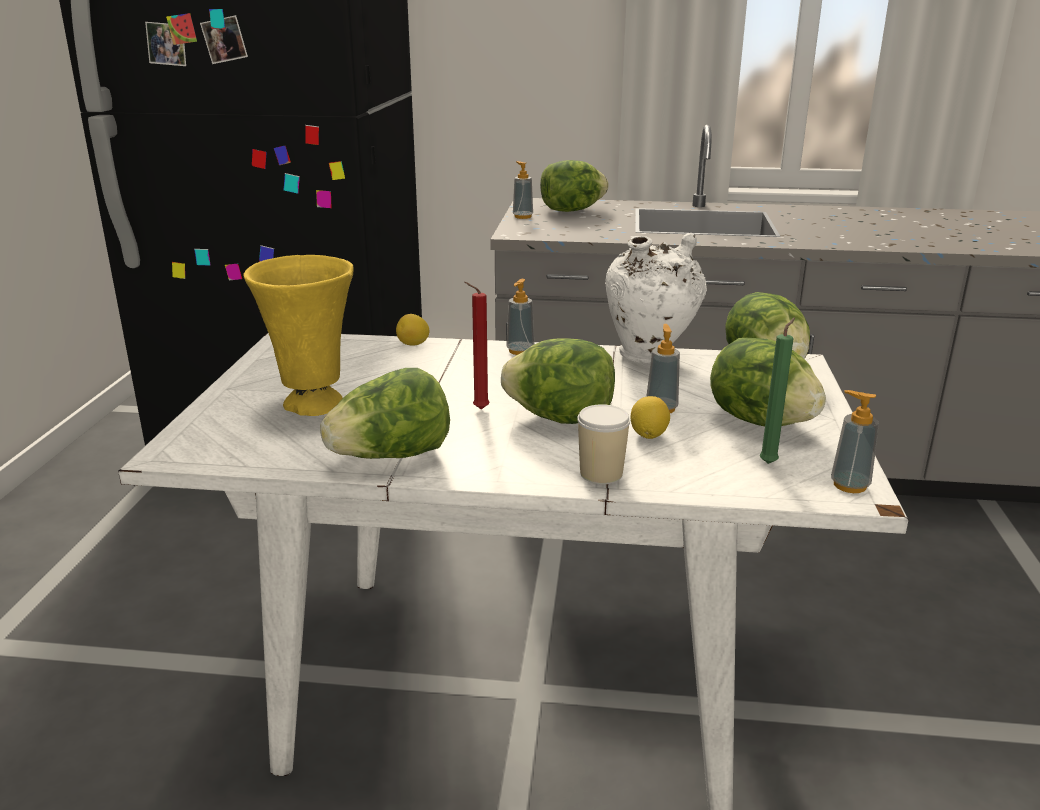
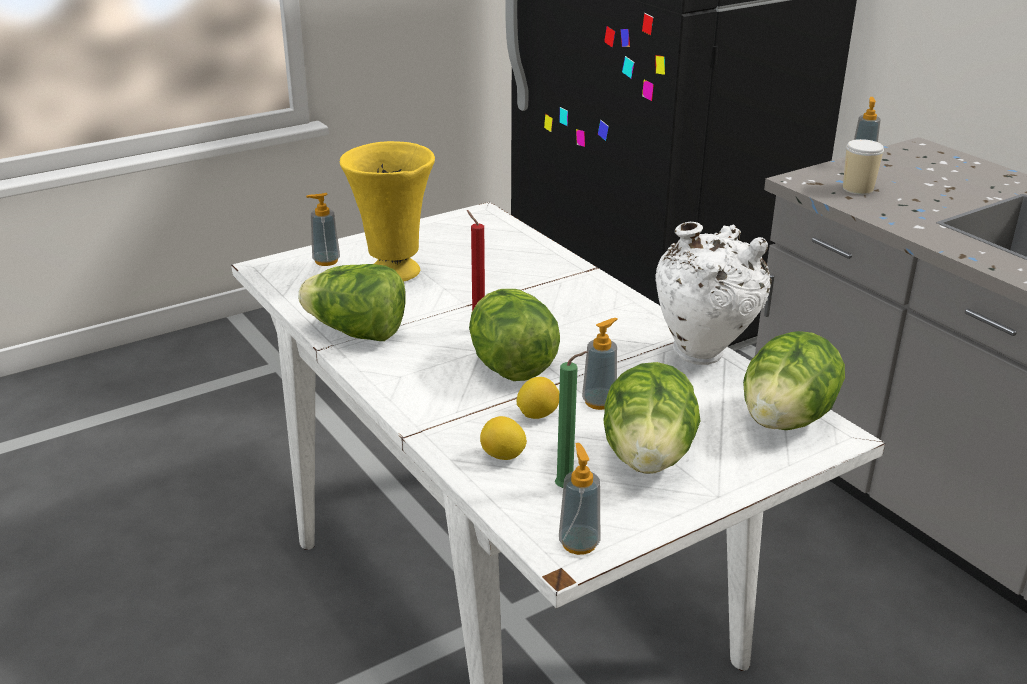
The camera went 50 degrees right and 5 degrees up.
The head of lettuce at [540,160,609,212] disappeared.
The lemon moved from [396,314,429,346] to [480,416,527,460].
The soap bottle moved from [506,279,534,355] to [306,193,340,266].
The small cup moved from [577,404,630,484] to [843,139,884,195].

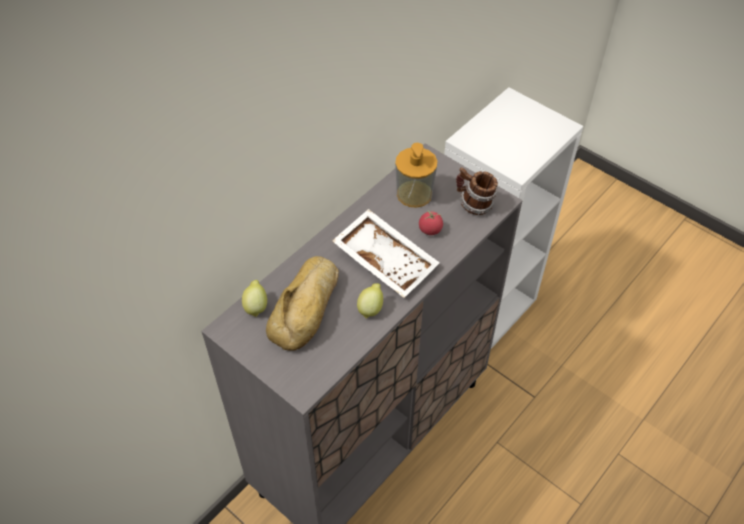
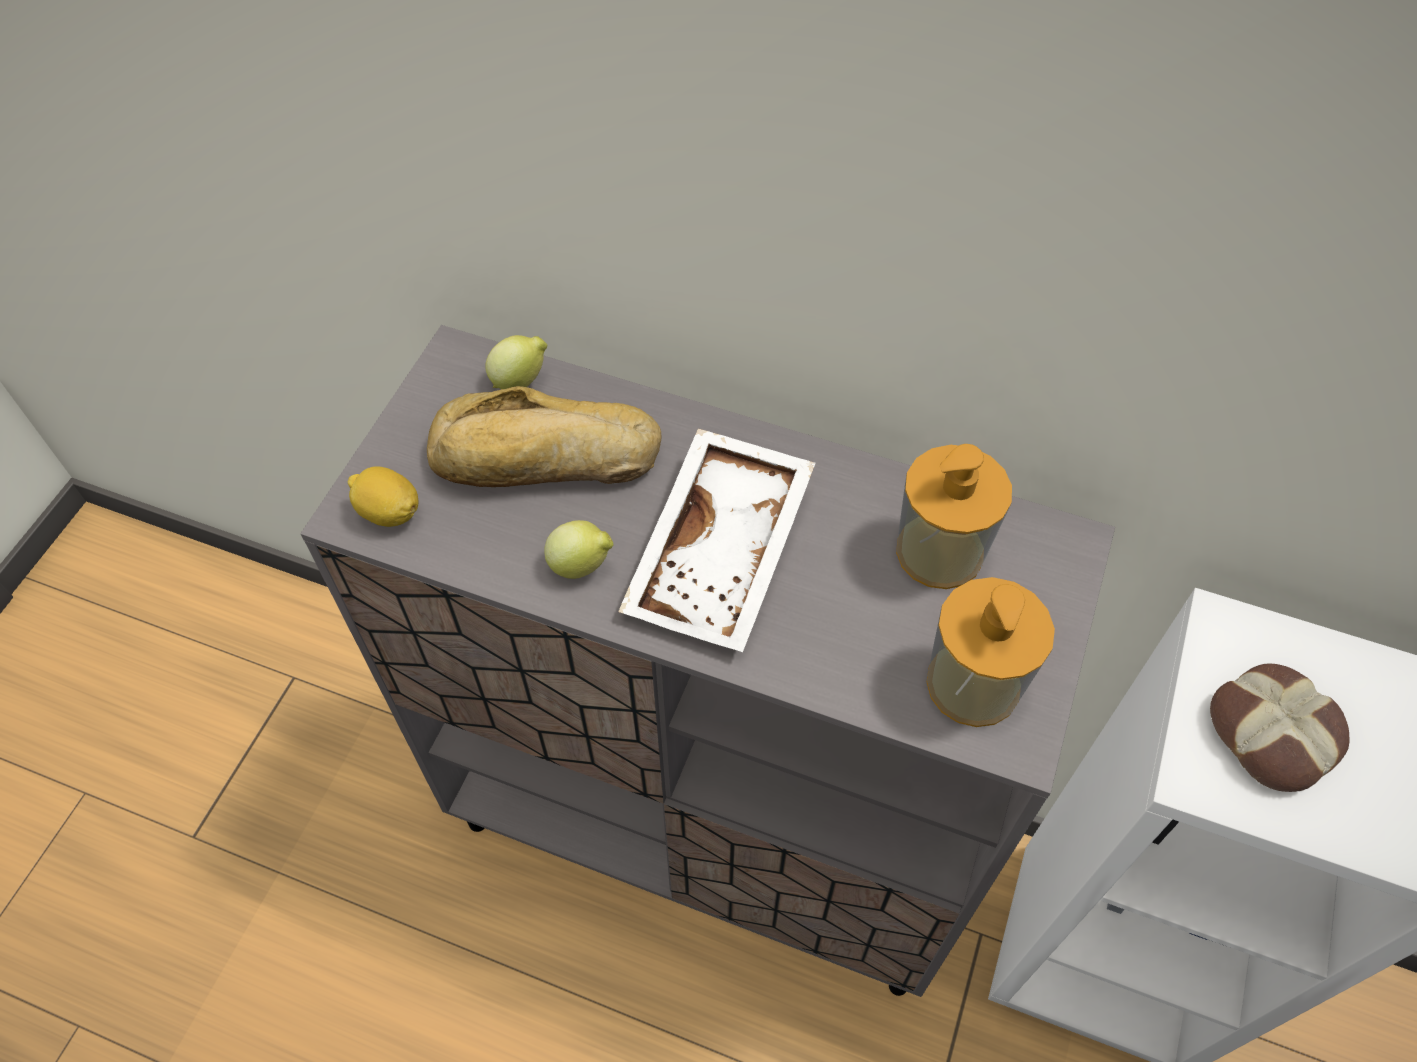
The camera went 70 degrees right and 5 degrees up.
The whole tomato at [419,211,443,235] disappeared.
The lemon at [348,466,419,527] appeared.
The bread at [1210,663,1349,792] appeared.
The coffee mug at [456,168,498,215] was replaced by the soap bottle at [926,577,1055,727].

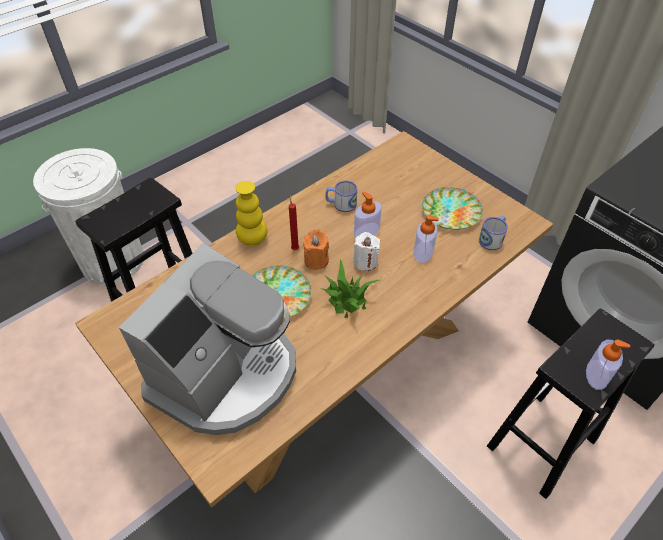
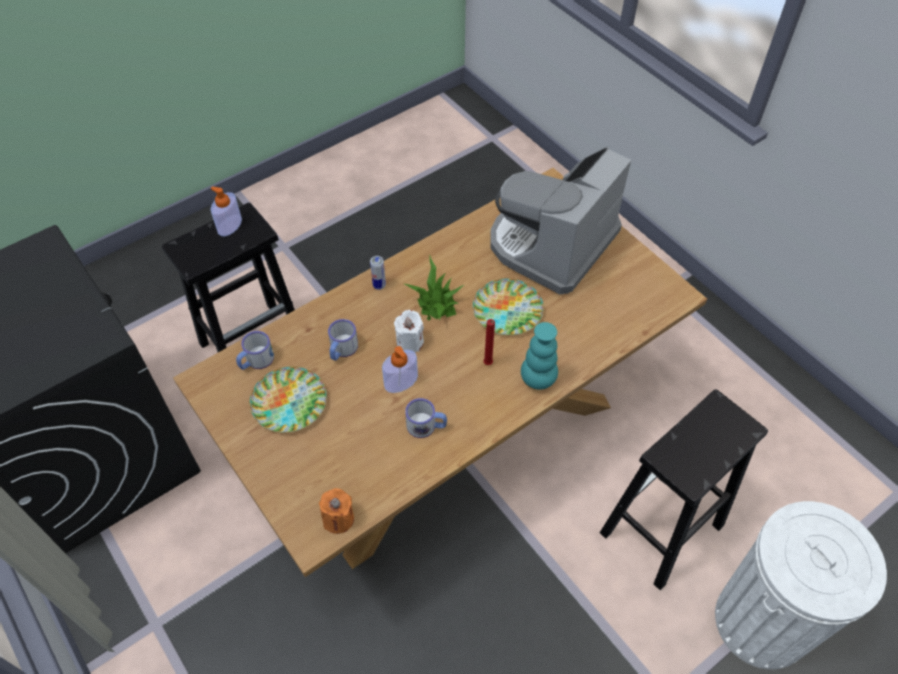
The camera went 175 degrees left and 5 degrees up.
The can at [370,256,386,290] appeared.
The orange candle moved from [303,229,329,270] to [319,488,354,534].
The soap bottle at [413,215,439,263] was replaced by the coffee mug at [328,319,358,361].
The yellowish vase at [235,181,267,246] became the turquoise vase at [521,322,558,390].

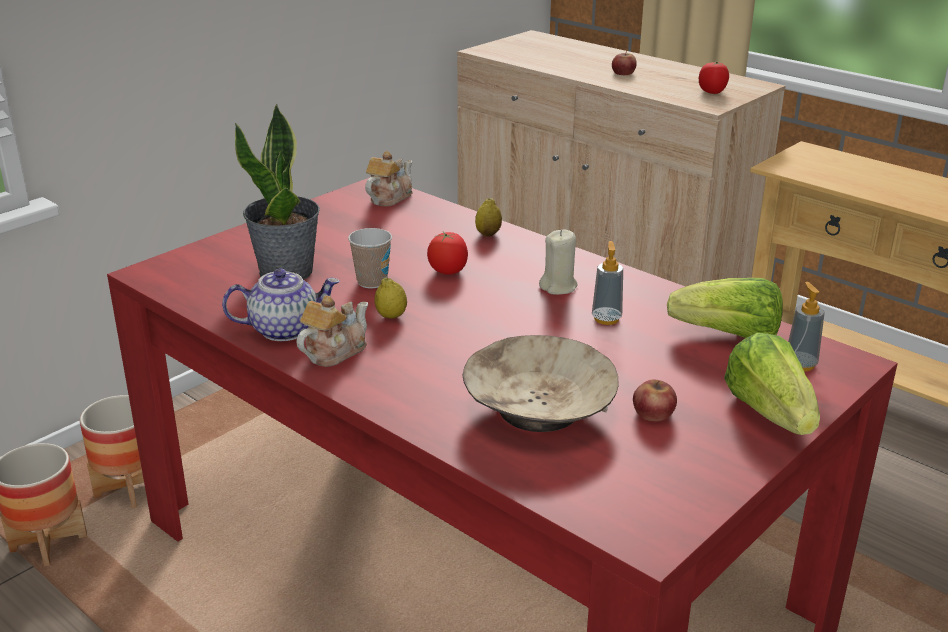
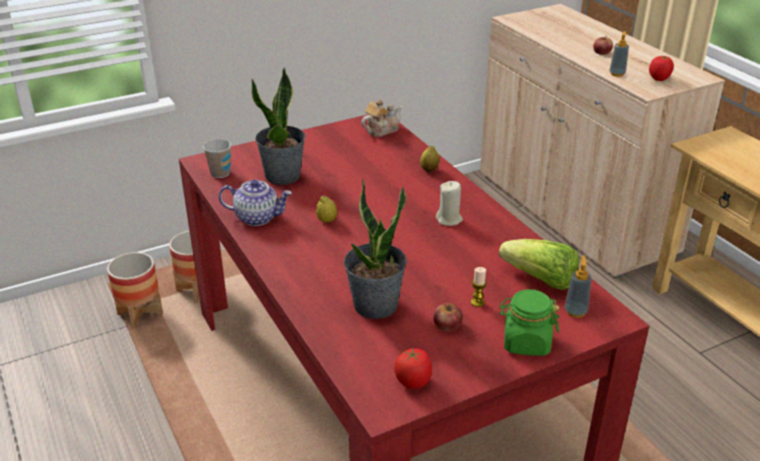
The camera went 20 degrees right and 5 degrees up.
The tea pot at [296,296,368,367] disappeared.
The candle at [471,267,487,307] appeared.
The small cup moved from [348,228,392,288] to [203,139,231,178].
The whole tomato moved from [427,232,468,275] to [394,348,432,389].
The soap bottle moved from [592,241,623,325] to [610,31,629,77].
The beige-coloured deep dish at [463,335,619,432] was replaced by the plant in a pot at [344,179,407,319].
The head of lettuce at [724,333,820,435] was replaced by the green jar at [499,289,560,356].

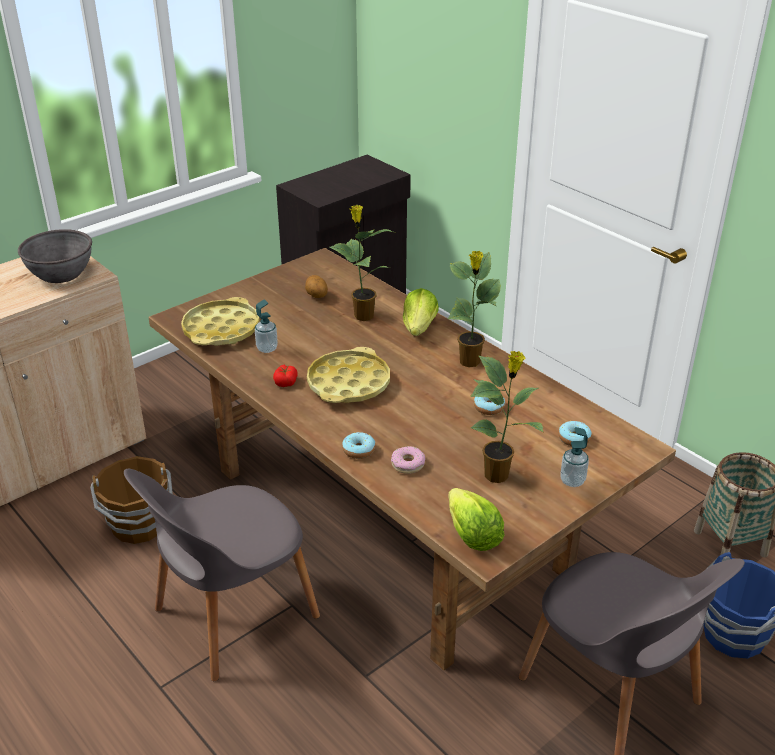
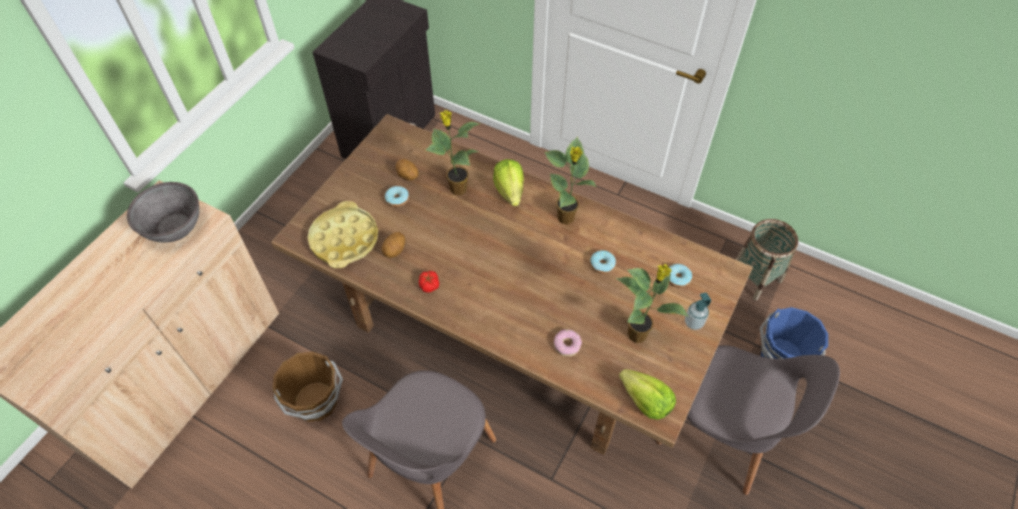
The camera went 20 degrees left and 20 degrees up.
The yellowish tray at [307,347,390,403] disappeared.
The ring doughnut moved from [342,432,375,459] to [385,186,409,207].
The soap bottle at [255,300,278,353] was replaced by the whole potato at [382,232,405,258].

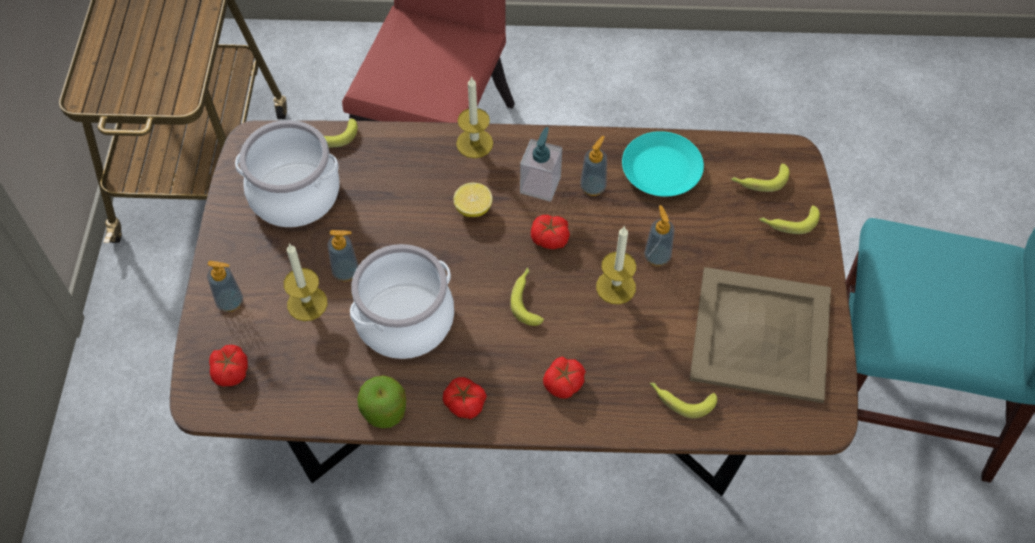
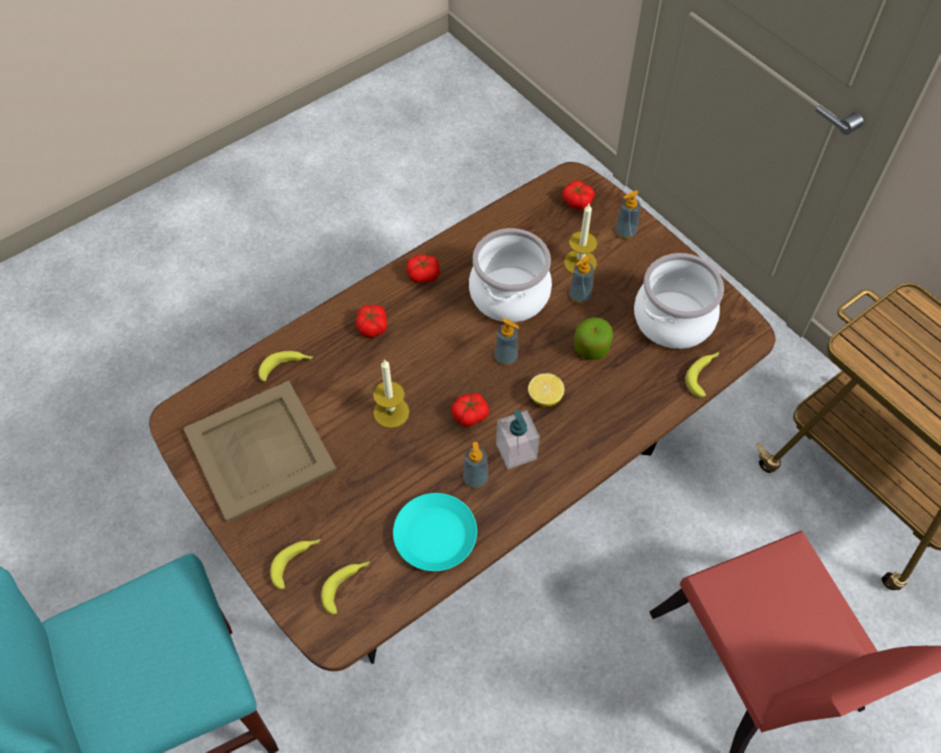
The camera went 140 degrees right and 0 degrees up.
The candle at [456,76,493,158] disappeared.
The banana at [510,267,544,326] disappeared.
The apple fruit moved from [357,375,406,428] to [574,317,613,360].
The soap bottle moved from [644,205,674,266] to [494,318,519,366].

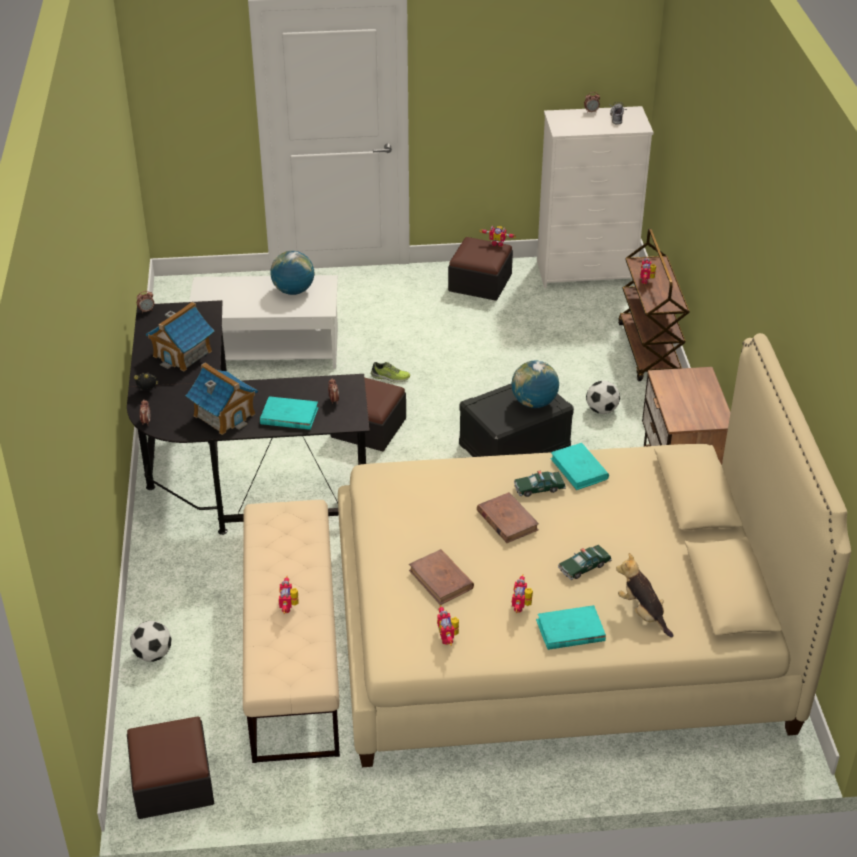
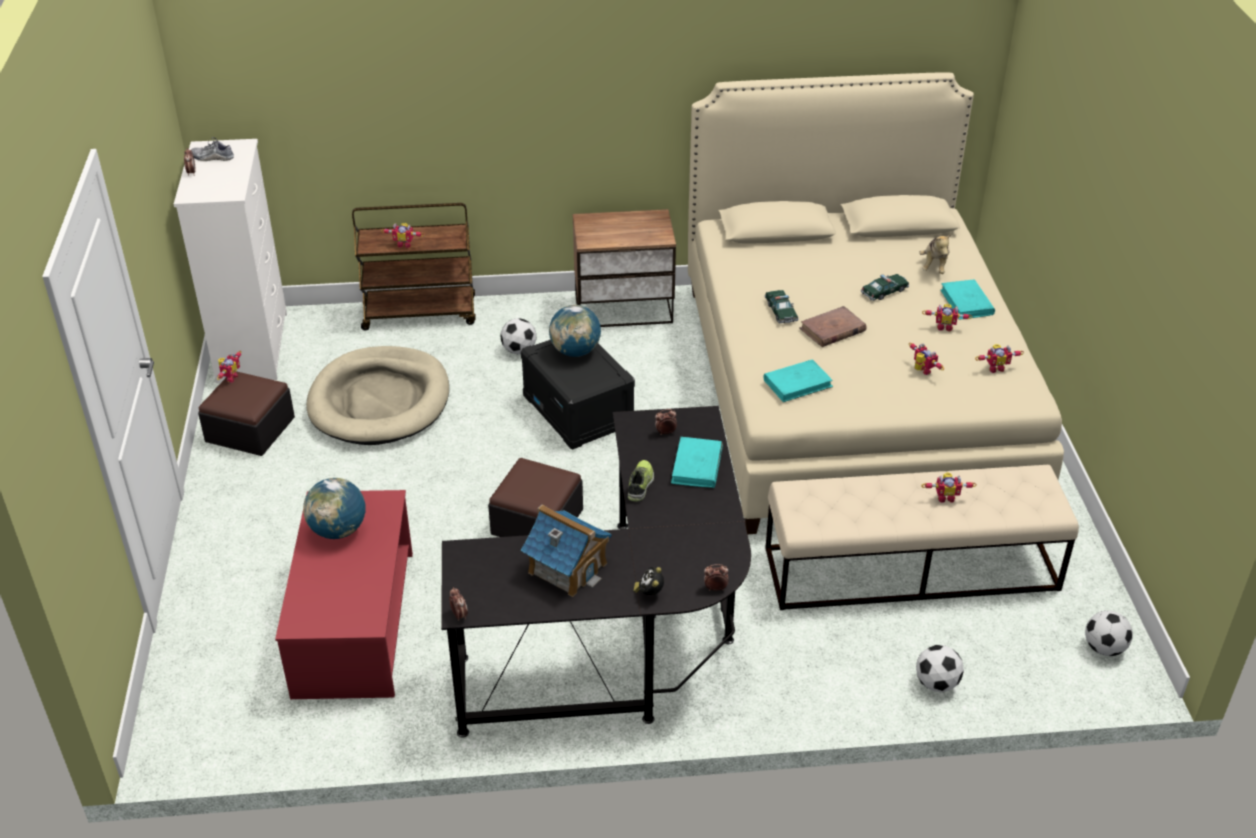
The camera went 90 degrees left and 0 degrees up.
The model house at [186,362,258,435] disappeared.
The beige-coloured pet bed at [306,346,449,445] appeared.
The item of footwear moved from [371,362,410,383] to [628,460,654,502].
The turquoise bound book moved from [550,443,609,490] to [764,359,833,402].
The ottoman at [127,716,214,819] was replaced by the football at [1085,611,1133,656].
The brownish bound book at [409,549,474,605] was replaced by the model robot at [909,343,944,375].
The white coffee table at [189,275,338,369] became the red coffee table at [275,490,413,699].
The miniature car at [558,545,612,580] turned 90 degrees counterclockwise.
The soft toy at [616,553,673,637] turned 45 degrees counterclockwise.

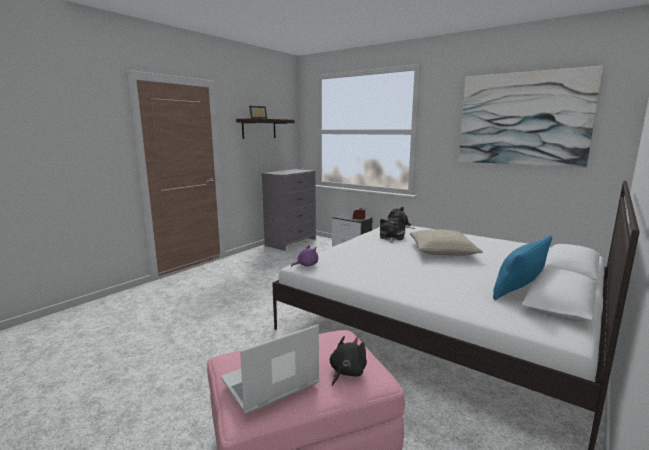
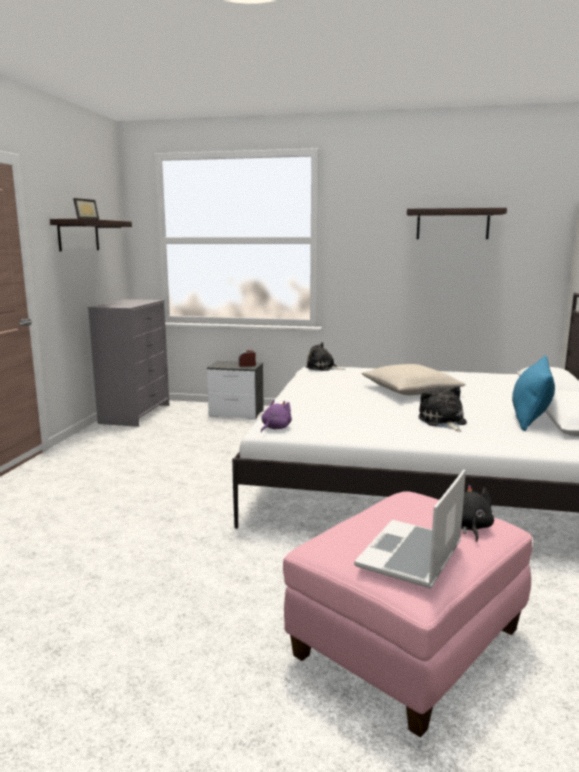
The camera went 25 degrees left and 0 degrees up.
The soft toy moved from [380,218,405,243] to [419,386,467,431].
The wall art at [459,66,603,168] was replaced by the wall shelf at [407,208,507,239].

